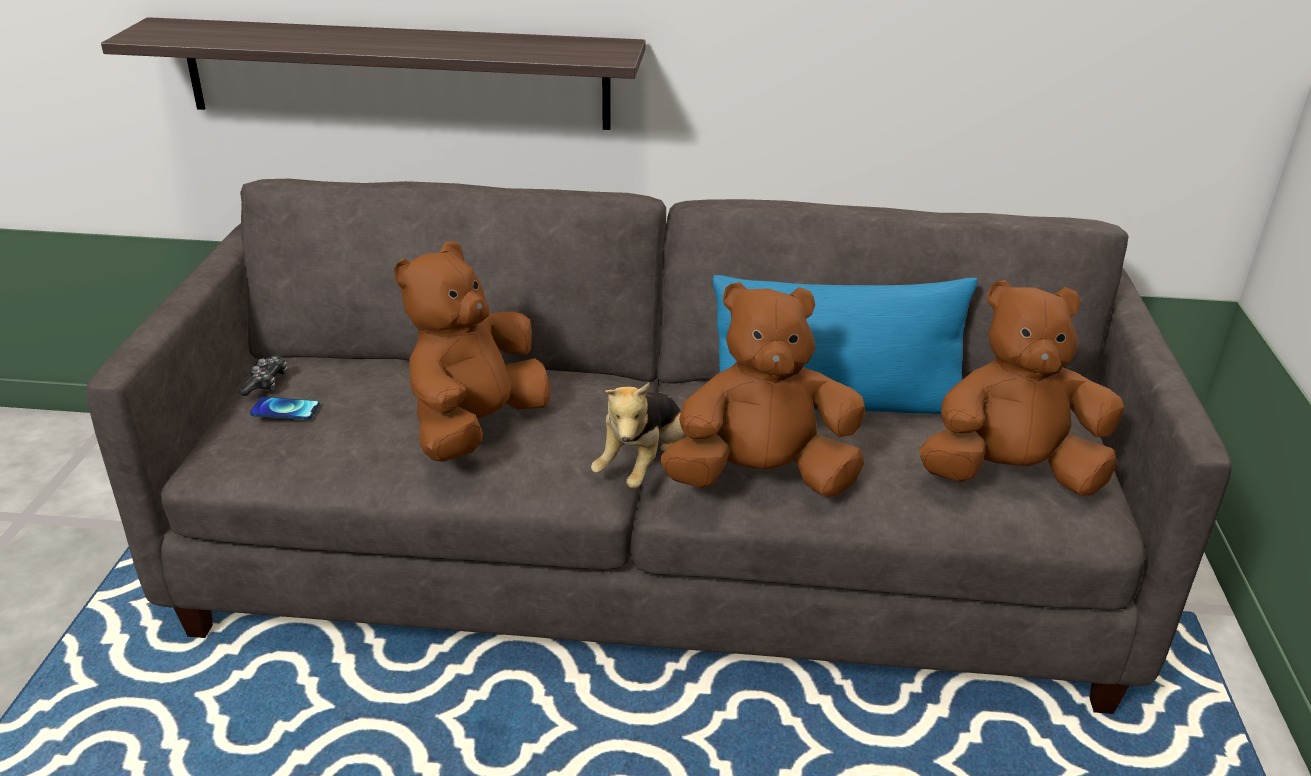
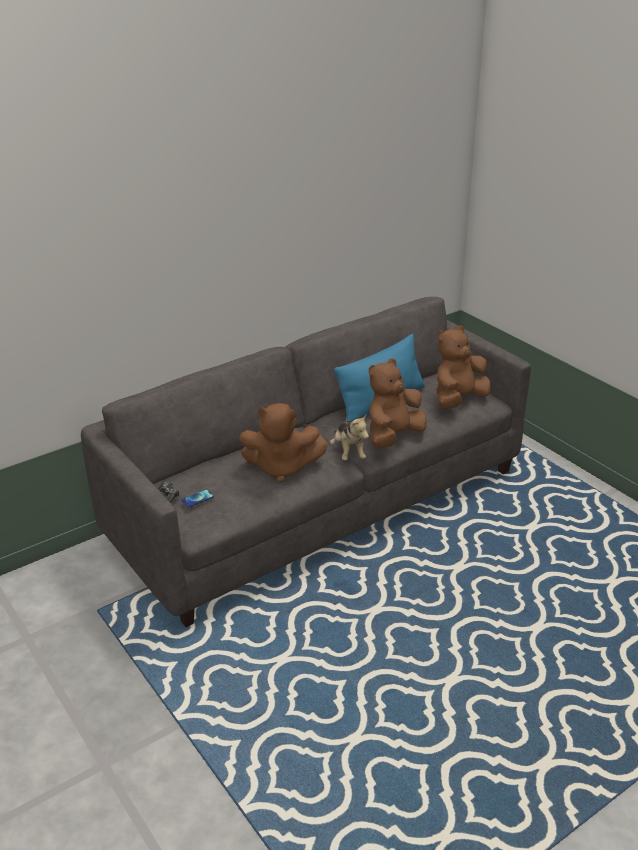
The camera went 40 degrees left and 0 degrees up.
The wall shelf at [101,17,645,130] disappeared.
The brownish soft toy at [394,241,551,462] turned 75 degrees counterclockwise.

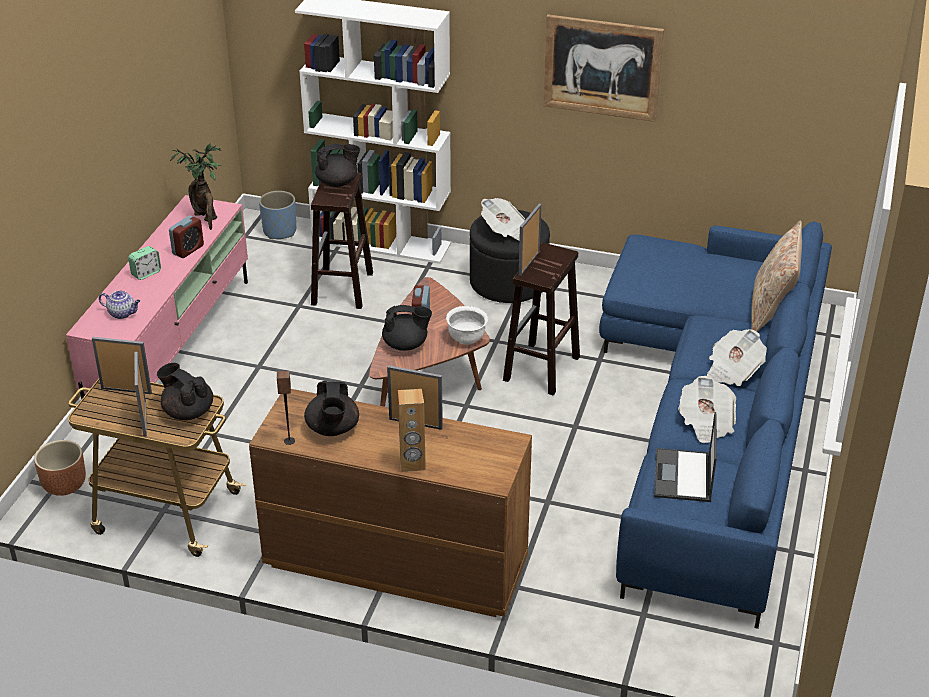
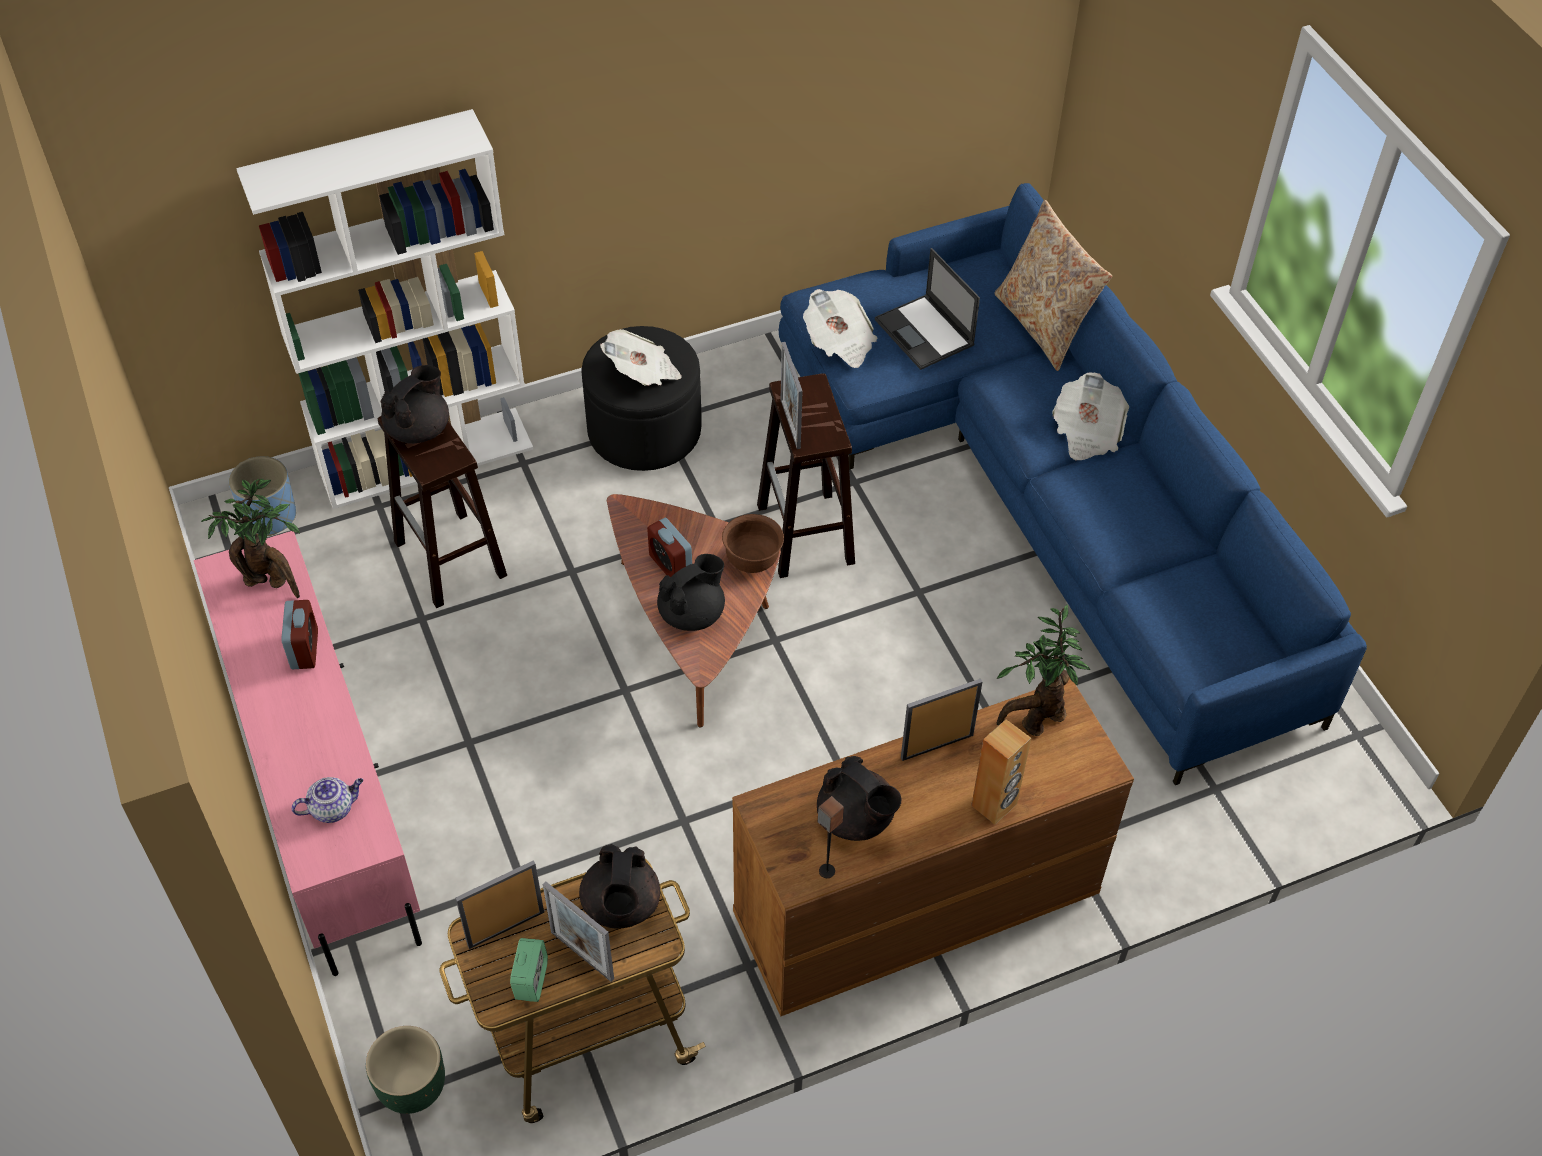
The camera went 40 degrees left and 15 degrees up.
The wall art at [543,14,664,122] disappeared.
The plant in a pot at [997,604,1090,736] appeared.
The table clock moved from [128,246,161,280] to [510,938,548,1002].
The notebook computer moved from [654,412,717,502] to [875,248,980,370].
The daily paper moved from [678,376,736,443] to [803,289,877,368].
The brownish planter at [34,440,86,496] became the green planter at [366,1026,445,1114].
The white deep dish at [446,306,488,345] became the brownish deep dish at [722,514,784,573].
The black tea pot at [157,363,213,420] turned 90 degrees counterclockwise.

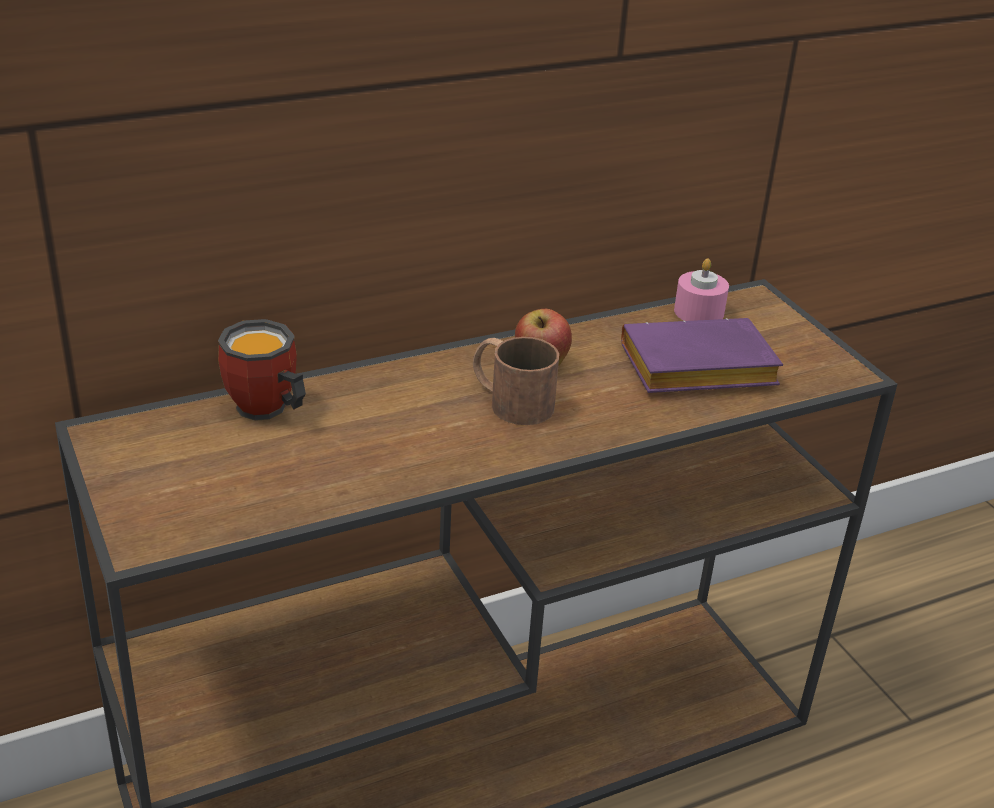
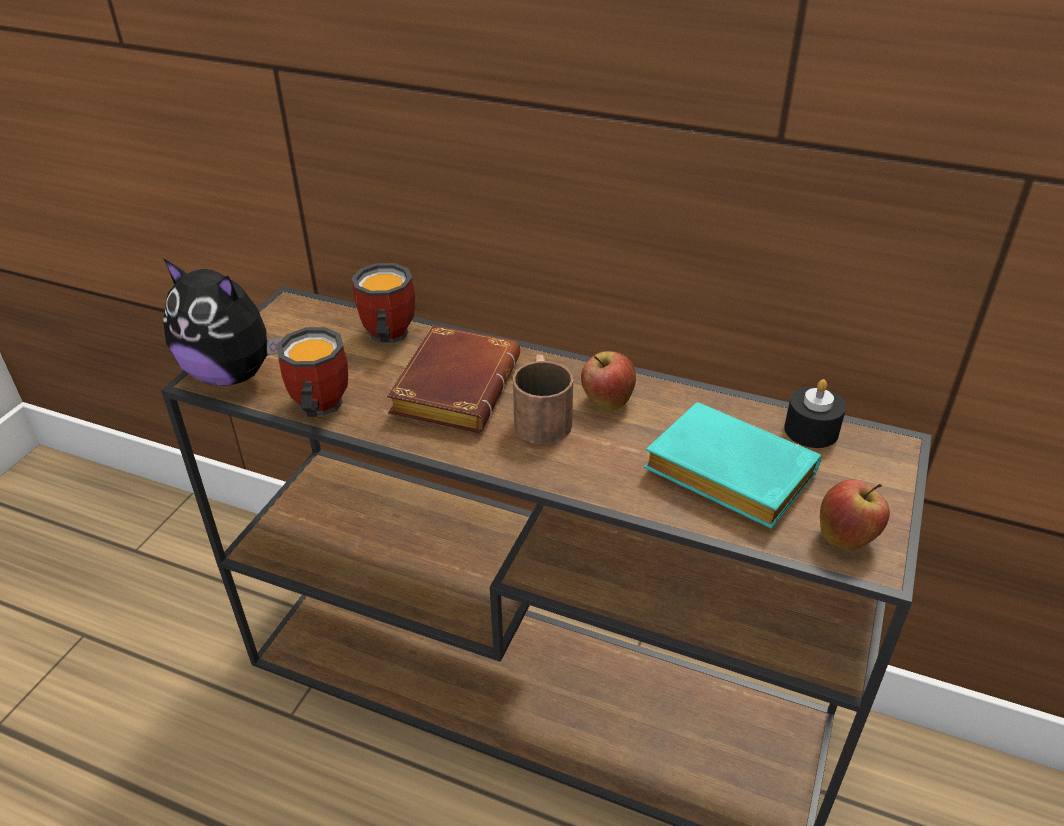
The camera went 50 degrees right and 5 degrees up.
The soft toy at [163,258,283,386] appeared.
The coffee mug at [276,327,348,417] appeared.
The brownish bound book at [387,325,520,433] appeared.
The apple fruit at [820,479,890,550] appeared.
The purplish bound book at [621,318,783,393] became the turquoise bound book at [644,402,822,529].
The pink candle at [674,258,729,321] became the black candle at [784,379,846,448].

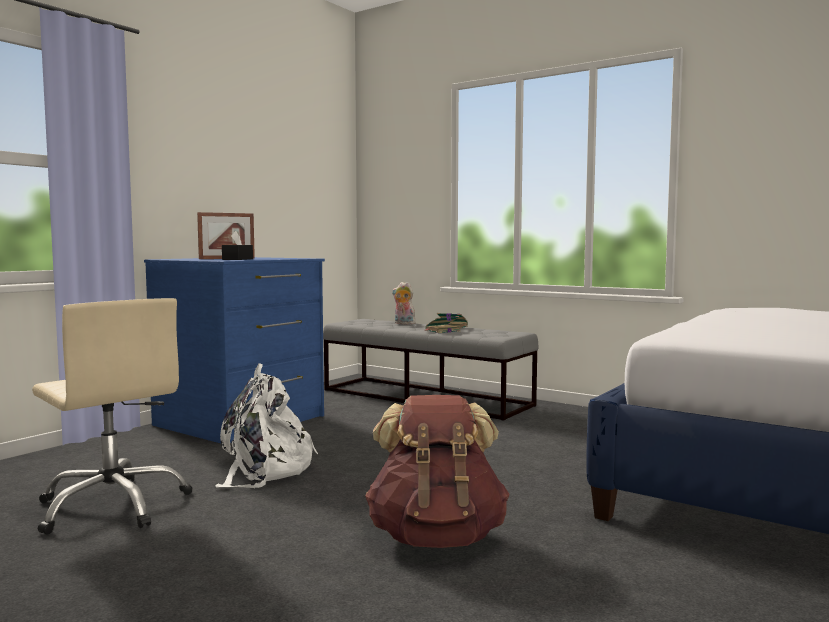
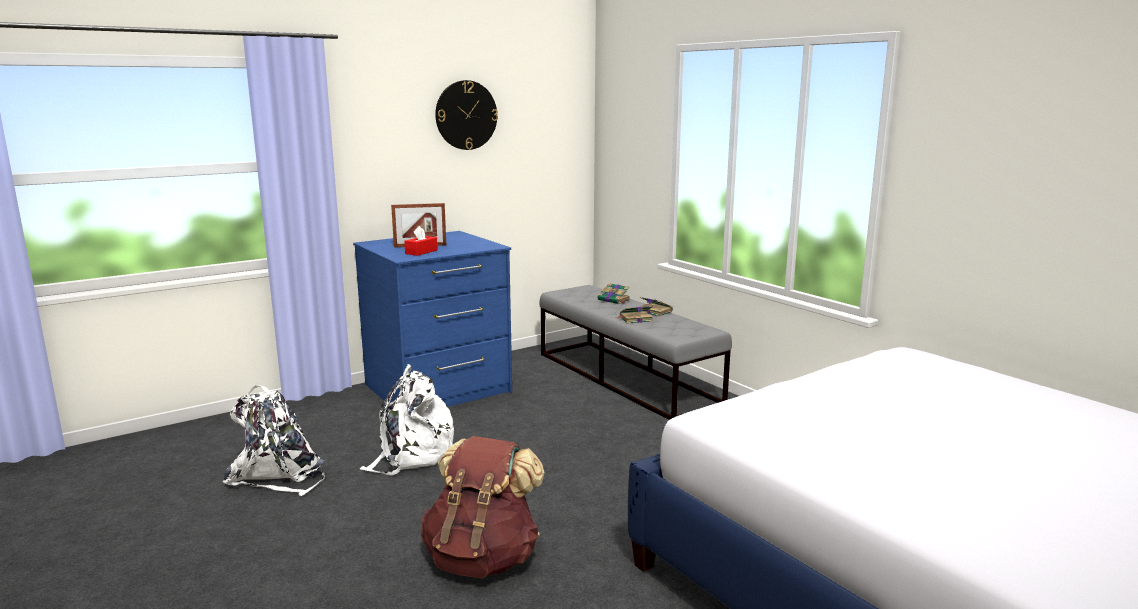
The camera went 20 degrees right and 10 degrees up.
The wall clock at [435,80,498,150] appeared.
The beige-coloured office chair at [32,298,193,535] was replaced by the white backpack at [223,385,325,496].
The soft toy at [392,282,416,324] was replaced by the bound book at [598,283,630,304].
The black tissue holder at [222,231,253,260] became the red tissue holder at [404,226,438,256].

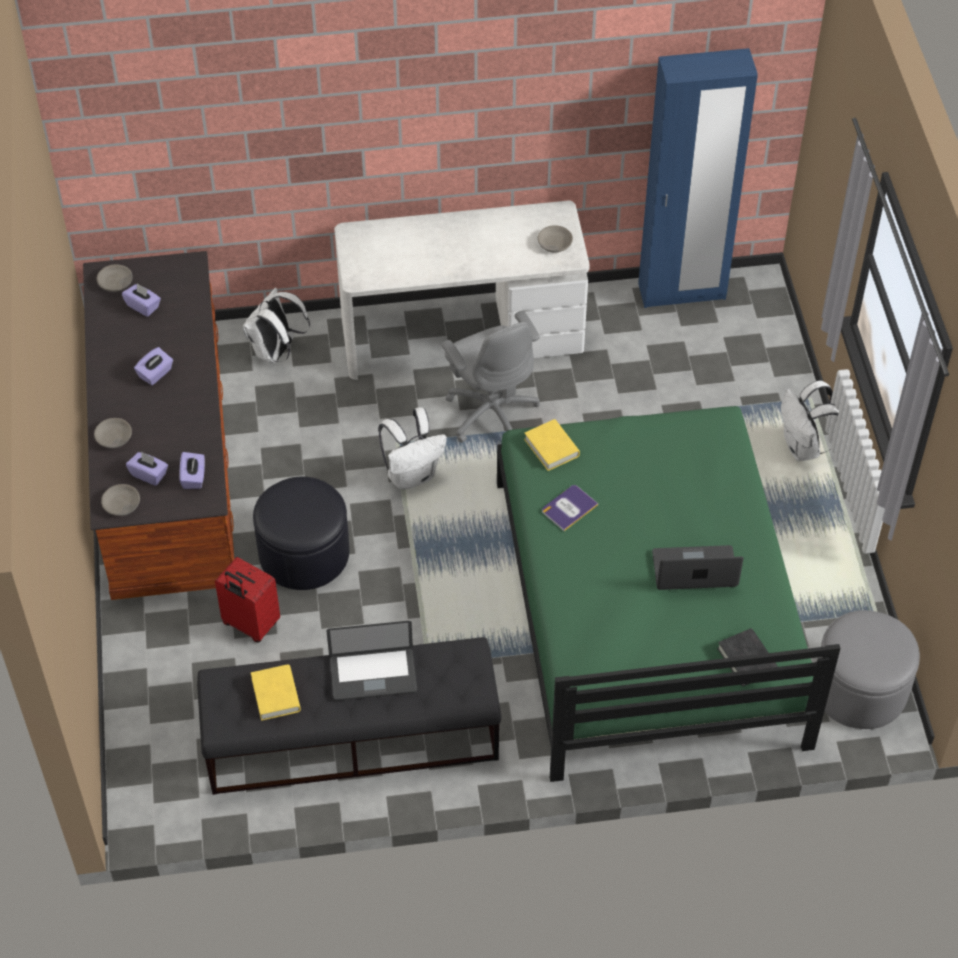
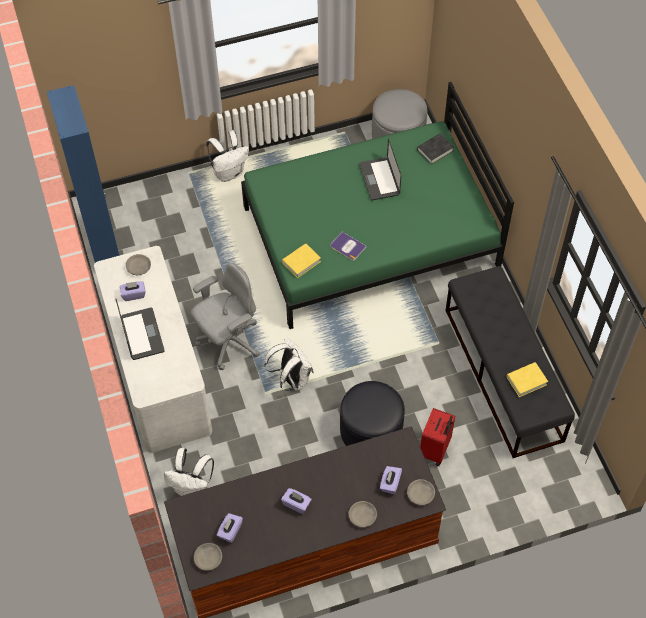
The camera went 100 degrees left and 5 degrees up.
The purplish tissue holder moved from [179,452,205,489] to [120,281,146,301].
The notebook computer moved from [327,621,417,701] to [116,299,165,360].

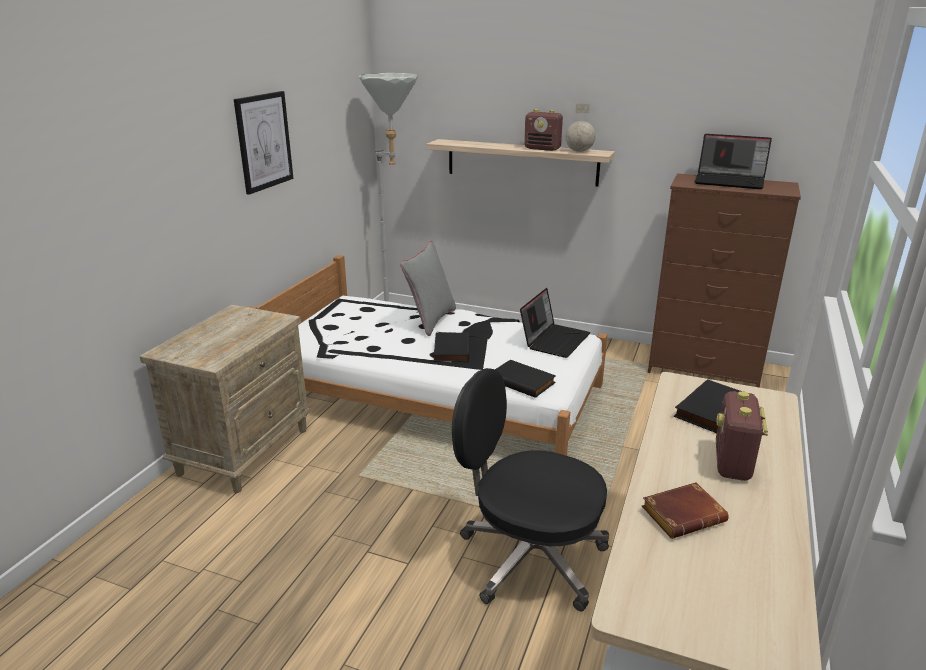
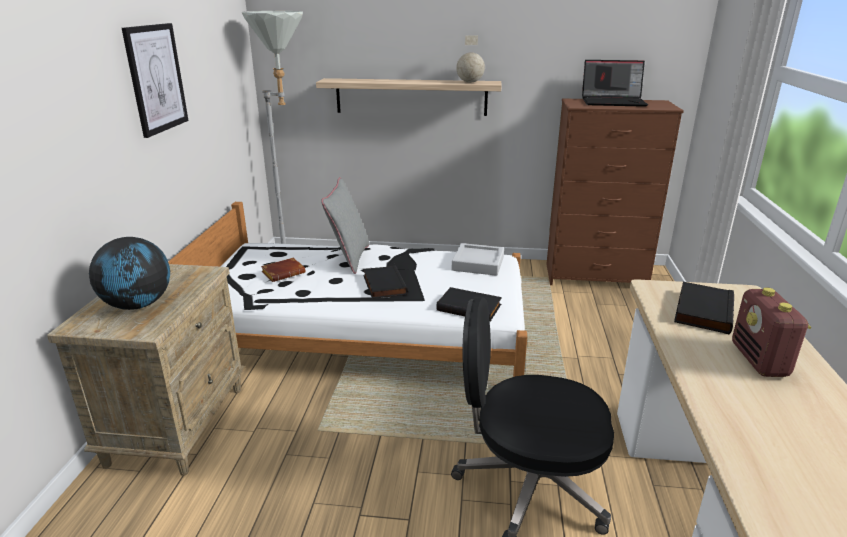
The camera went 15 degrees left and 0 degrees up.
The radio at [524,109,563,151] disappeared.
The world globe at [89,237,170,310] appeared.
The brownish bound book moved from [642,482,729,539] to [261,258,306,282].
The notebook computer at [520,288,590,358] was replaced by the greyish tray at [452,243,504,276].

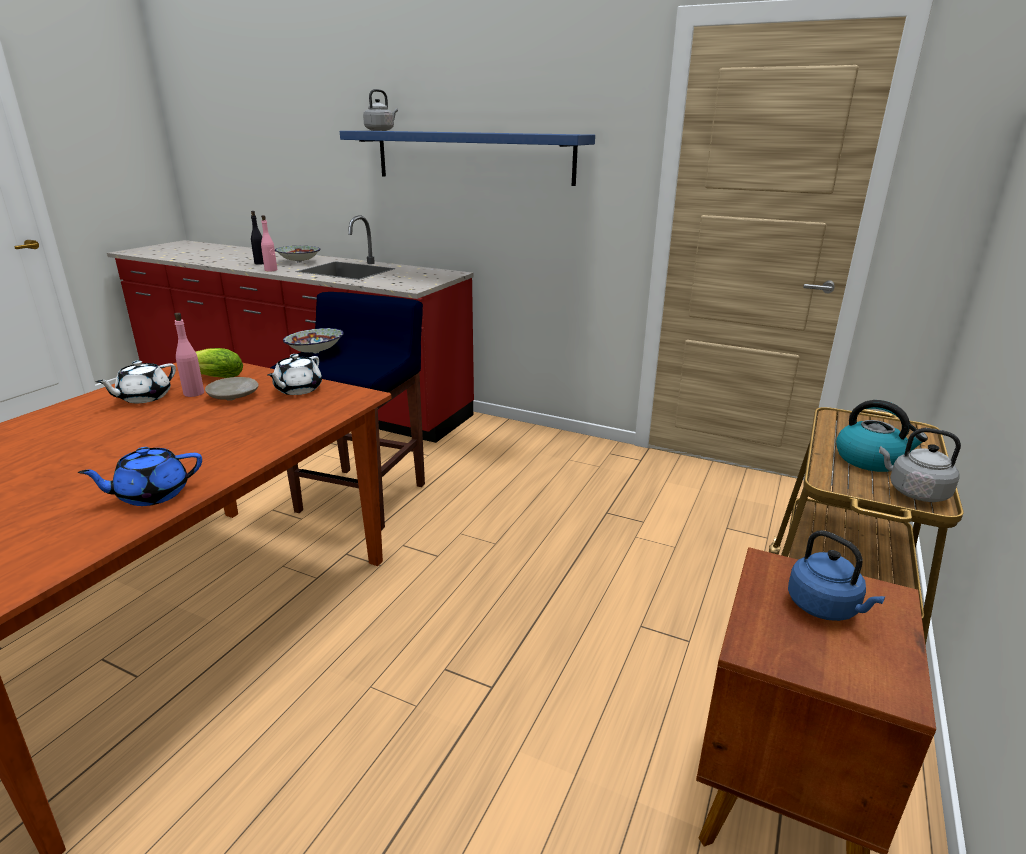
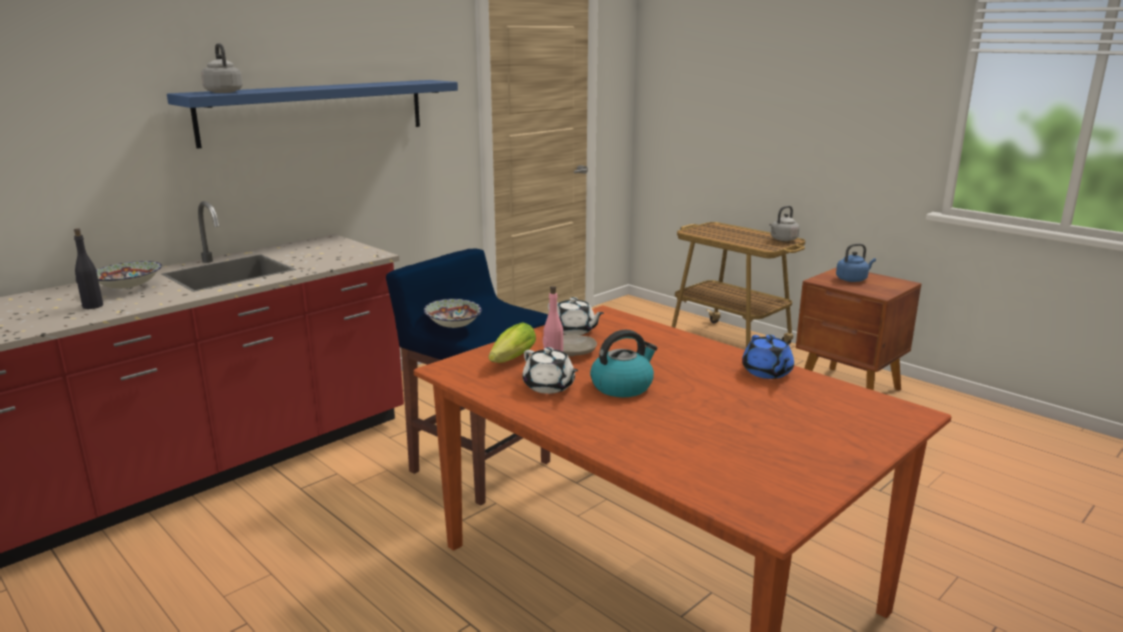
The camera went 70 degrees left and 5 degrees down.
The pink beverage bottle at [261,215,277,271] disappeared.
The water kettle moved from [836,400,928,472] to [590,330,657,397].

